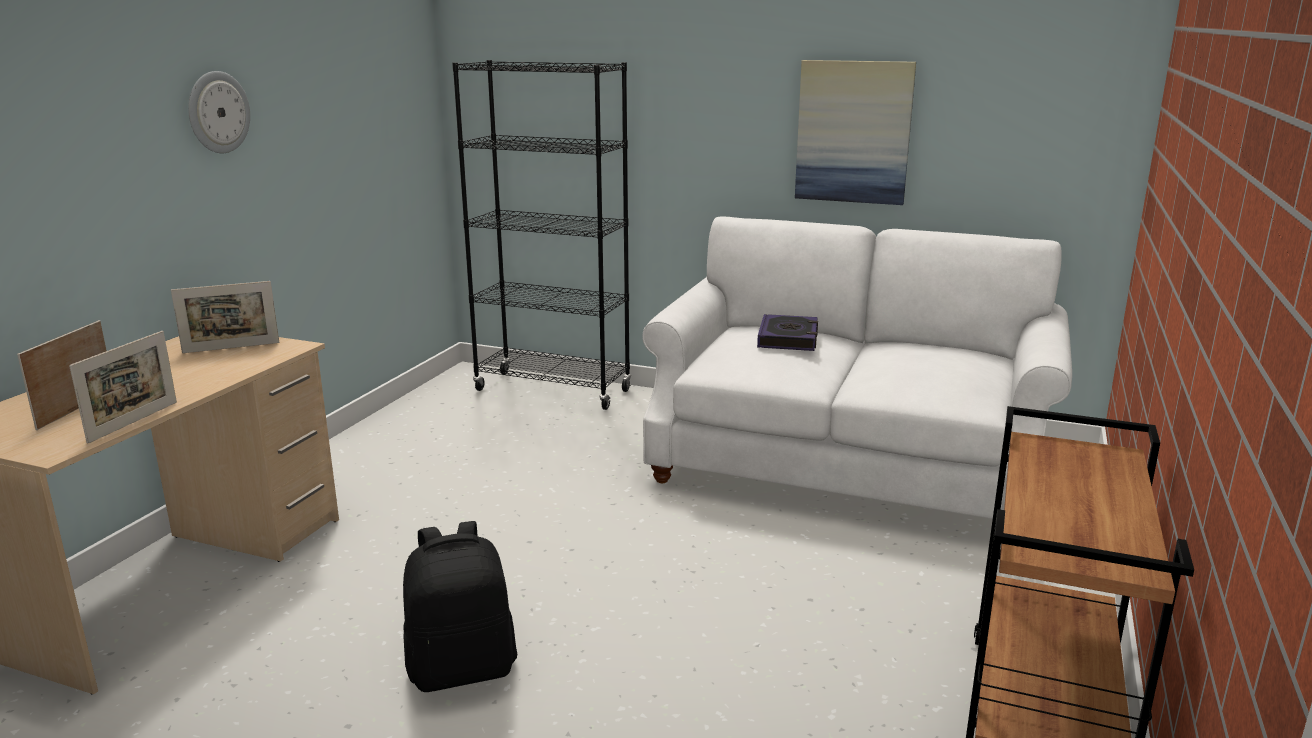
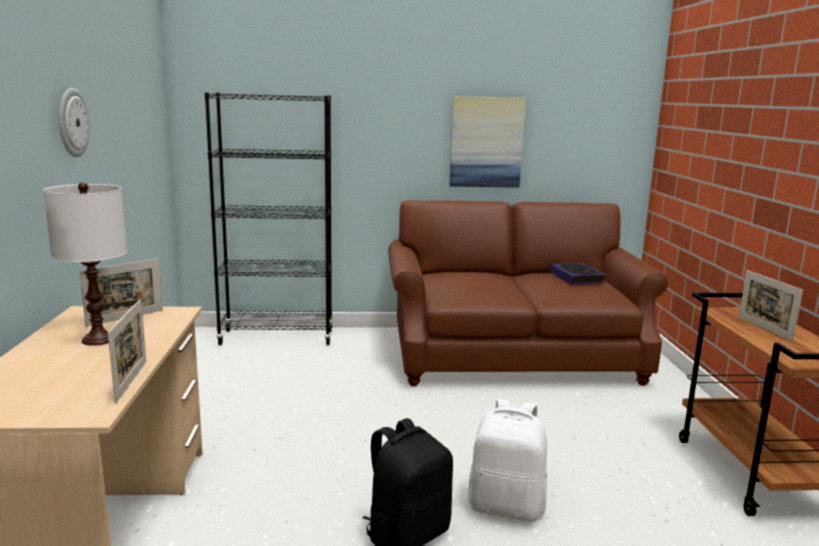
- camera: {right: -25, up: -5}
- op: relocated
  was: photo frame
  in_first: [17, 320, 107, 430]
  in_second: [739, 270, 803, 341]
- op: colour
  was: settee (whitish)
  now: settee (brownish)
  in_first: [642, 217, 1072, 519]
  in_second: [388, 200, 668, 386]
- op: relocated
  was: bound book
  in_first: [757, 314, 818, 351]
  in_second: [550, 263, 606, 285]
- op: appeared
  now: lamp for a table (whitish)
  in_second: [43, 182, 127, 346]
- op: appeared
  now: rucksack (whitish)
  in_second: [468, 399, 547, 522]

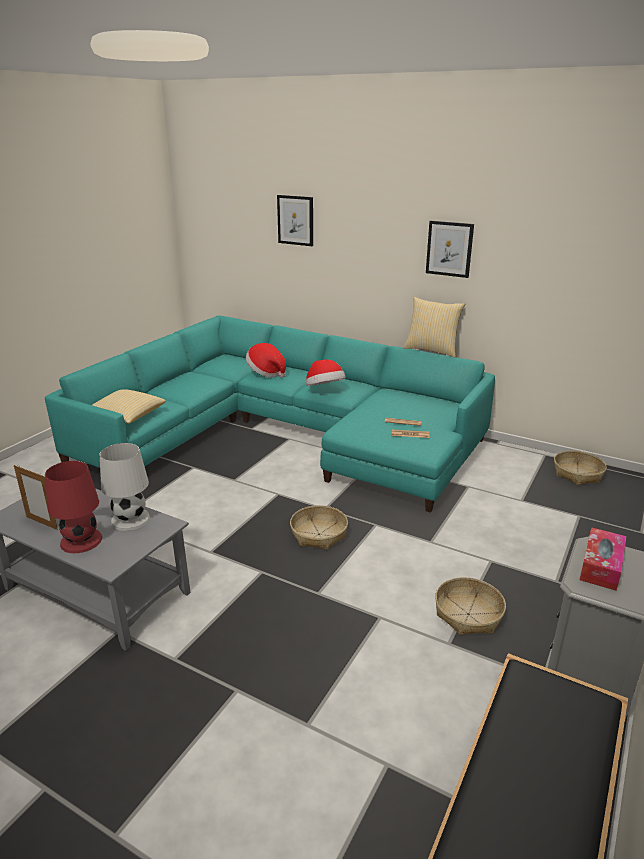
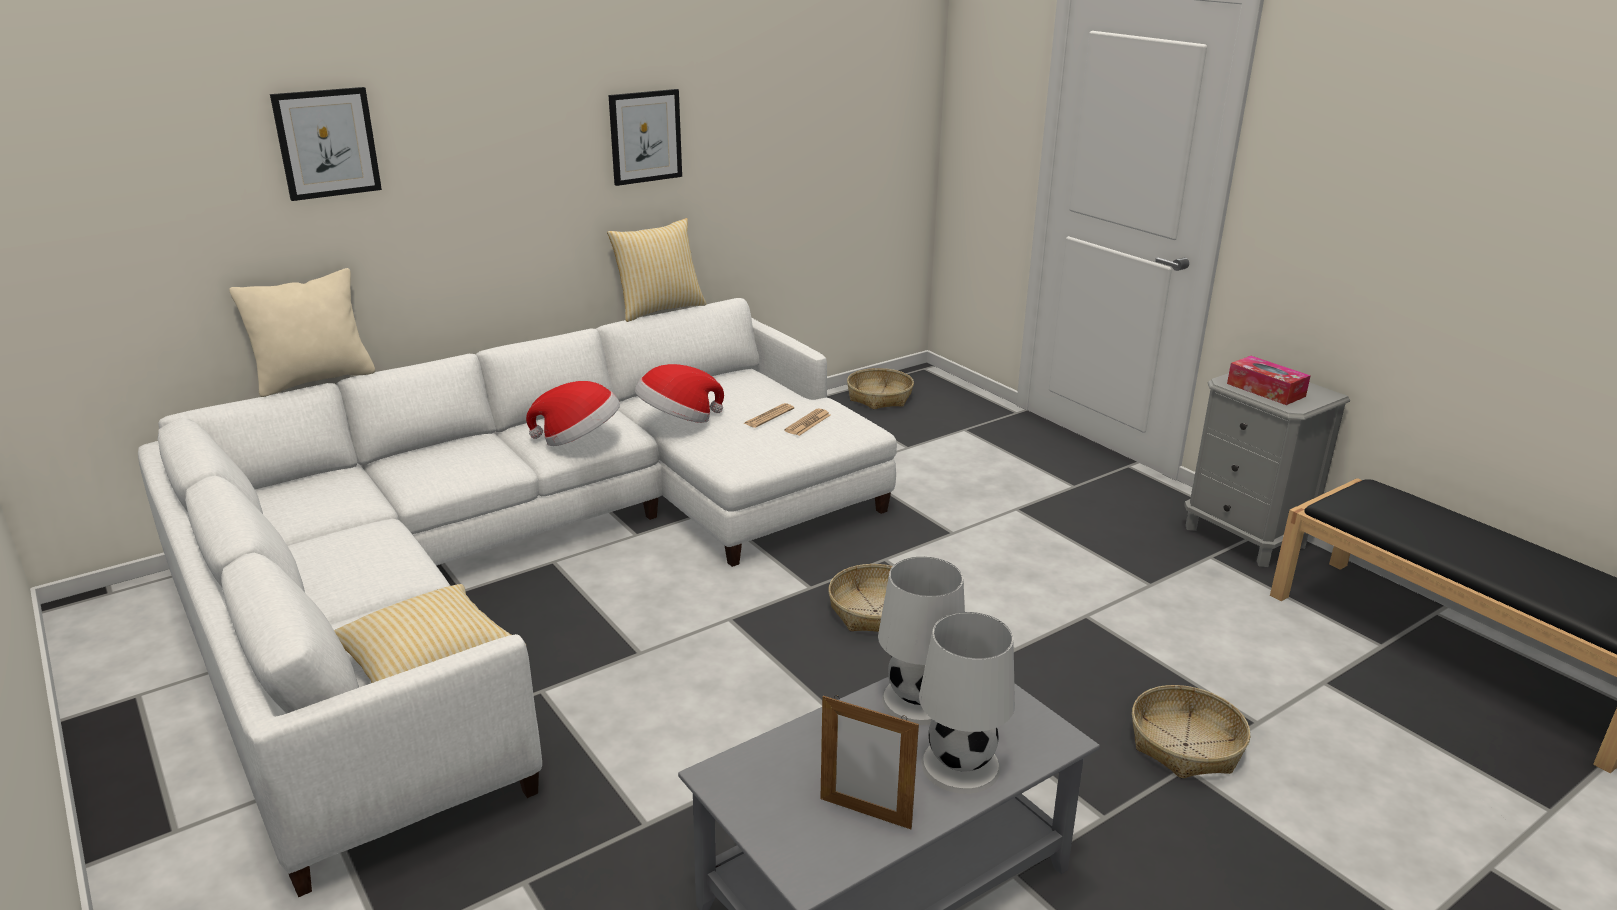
- camera: {right: -65, up: 0}
- op: spun
  was: photo frame
  in_first: [14, 465, 58, 530]
  in_second: [820, 695, 919, 829]
  clockwise: 60
- op: colour
  was: settee (blue-green)
  now: settee (whitish)
  in_first: [45, 315, 495, 513]
  in_second: [138, 298, 897, 897]
- op: colour
  was: lamp for a table (red-coloured)
  now: lamp for a table (whitish)
  in_first: [45, 461, 102, 553]
  in_second: [919, 612, 1015, 794]
- op: relocated
  was: clothing hat
  in_first: [246, 343, 286, 378]
  in_second: [635, 364, 724, 423]
- op: relocated
  was: household basket
  in_first: [435, 577, 506, 635]
  in_second: [1132, 685, 1250, 778]
- op: appeared
  now: cushion (sand-coloured)
  in_second: [229, 268, 375, 397]

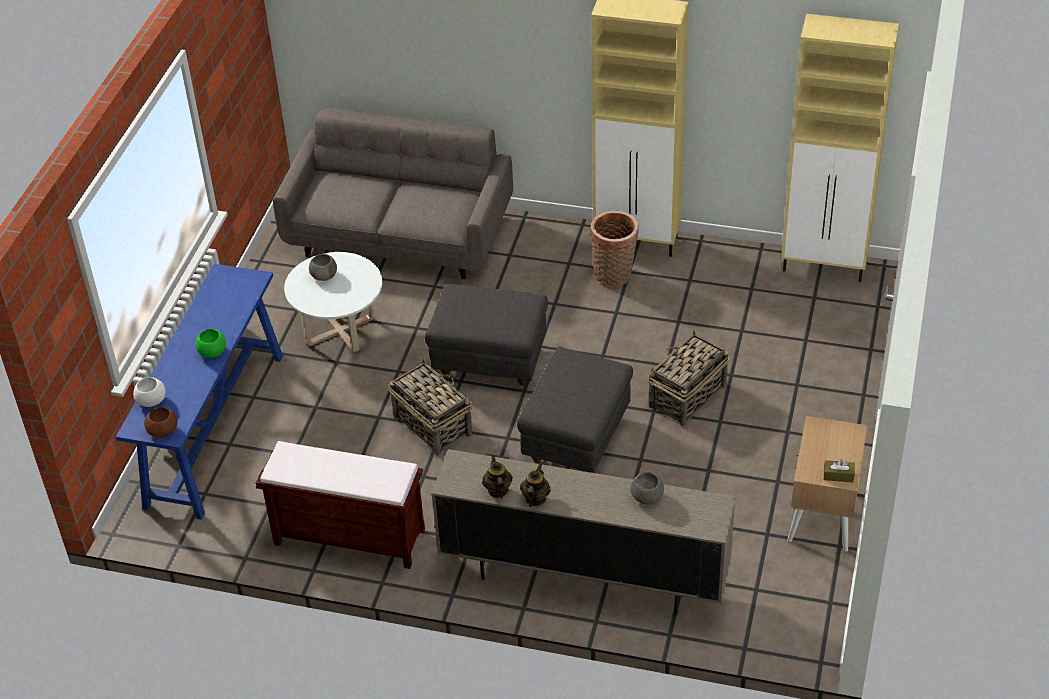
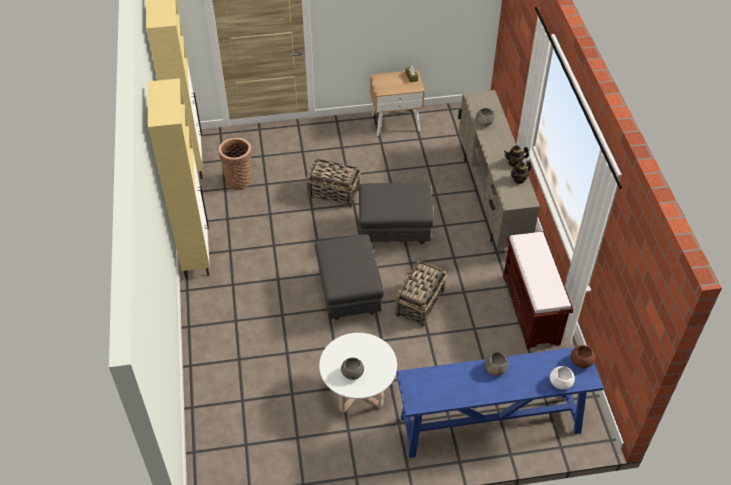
- camera: {right: -115, up: 5}
- op: colour
  was: deep dish (greenish)
  now: deep dish (gray)
  in_first: [195, 329, 226, 358]
  in_second: [484, 352, 509, 376]
- op: missing
  was: settee (gray)
  in_first: [273, 108, 513, 279]
- op: relocated
  was: household basket
  in_first: [590, 211, 639, 287]
  in_second: [219, 138, 252, 191]

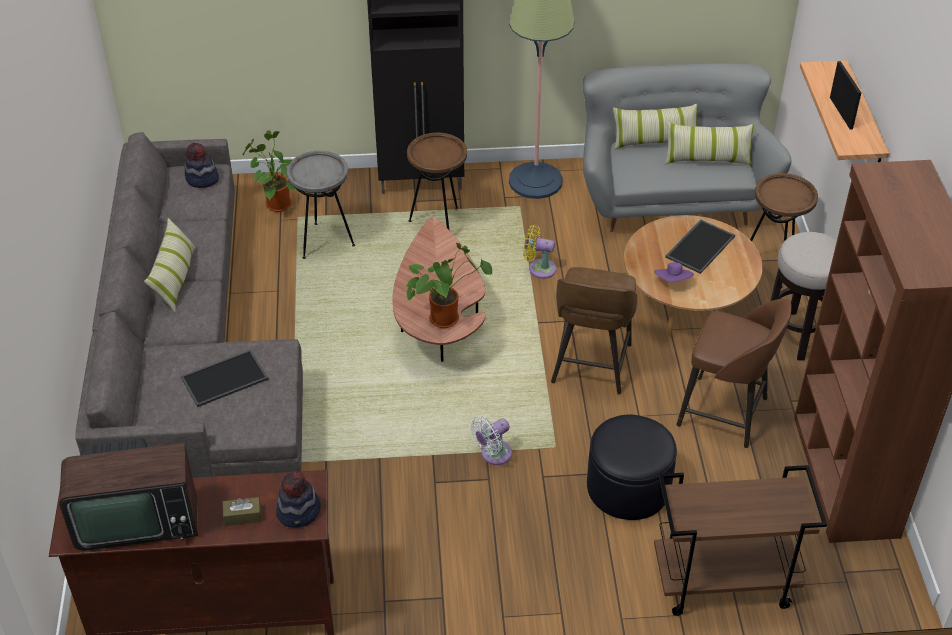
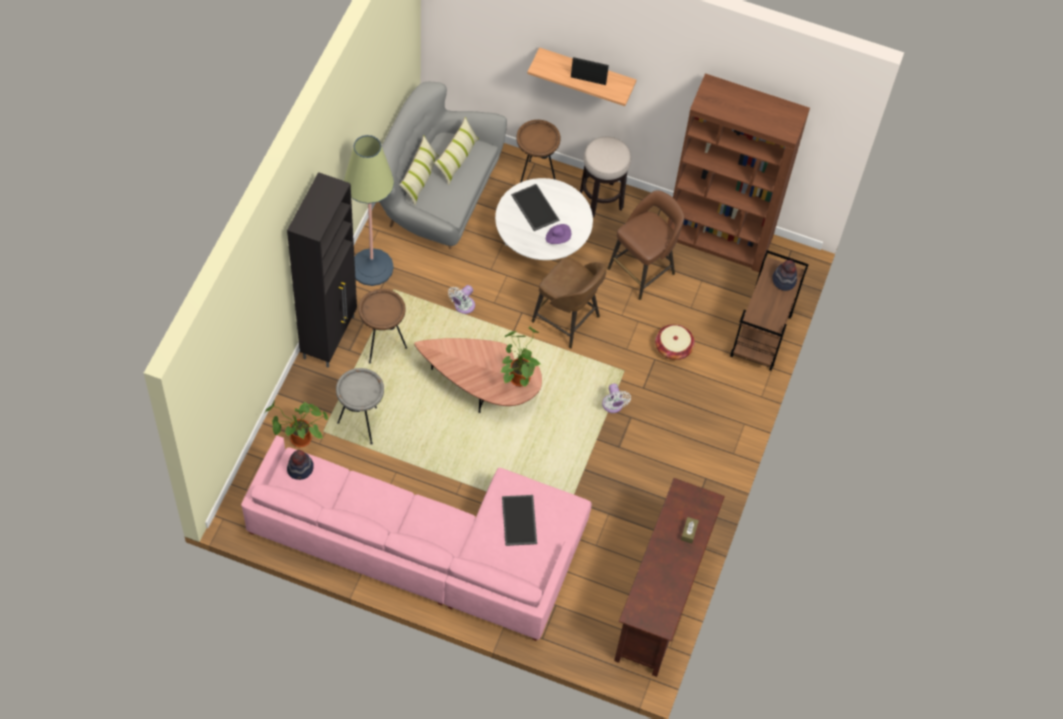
- camera: {right: -70, up: 15}
- op: missing
  was: TV set
  in_first: [59, 437, 198, 551]
- op: colour
  was: settee (gray)
  now: settee (pinkish)
  in_first: [75, 132, 303, 478]
  in_second: [241, 436, 592, 641]
- op: missing
  was: cushion
  in_first: [144, 218, 196, 312]
- op: relocated
  was: clothing hat
  in_first: [276, 471, 321, 528]
  in_second: [772, 260, 797, 291]
- op: colour
  was: fan (yellow-coloured)
  now: fan (whitish)
  in_first: [523, 225, 556, 279]
  in_second: [448, 285, 475, 314]
- op: exchanged
  was: ottoman (black-coloured)
  now: household basket
  in_first: [587, 415, 677, 520]
  in_second: [655, 324, 695, 360]
- op: colour
  was: coffee table (brownish)
  now: coffee table (whitish)
  in_first: [624, 215, 763, 337]
  in_second: [495, 178, 593, 260]

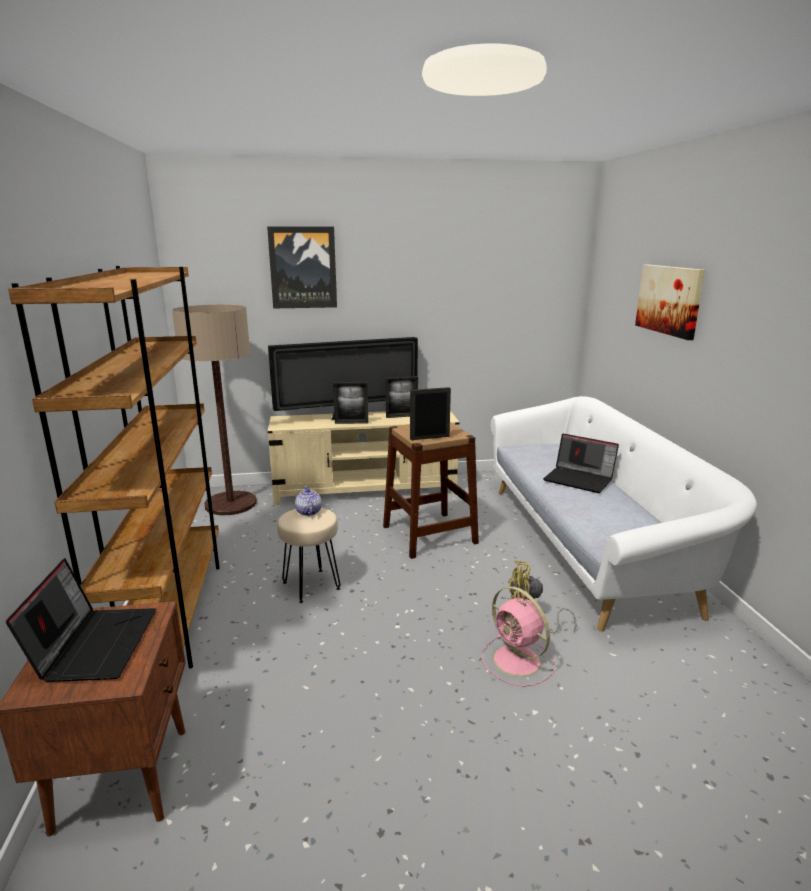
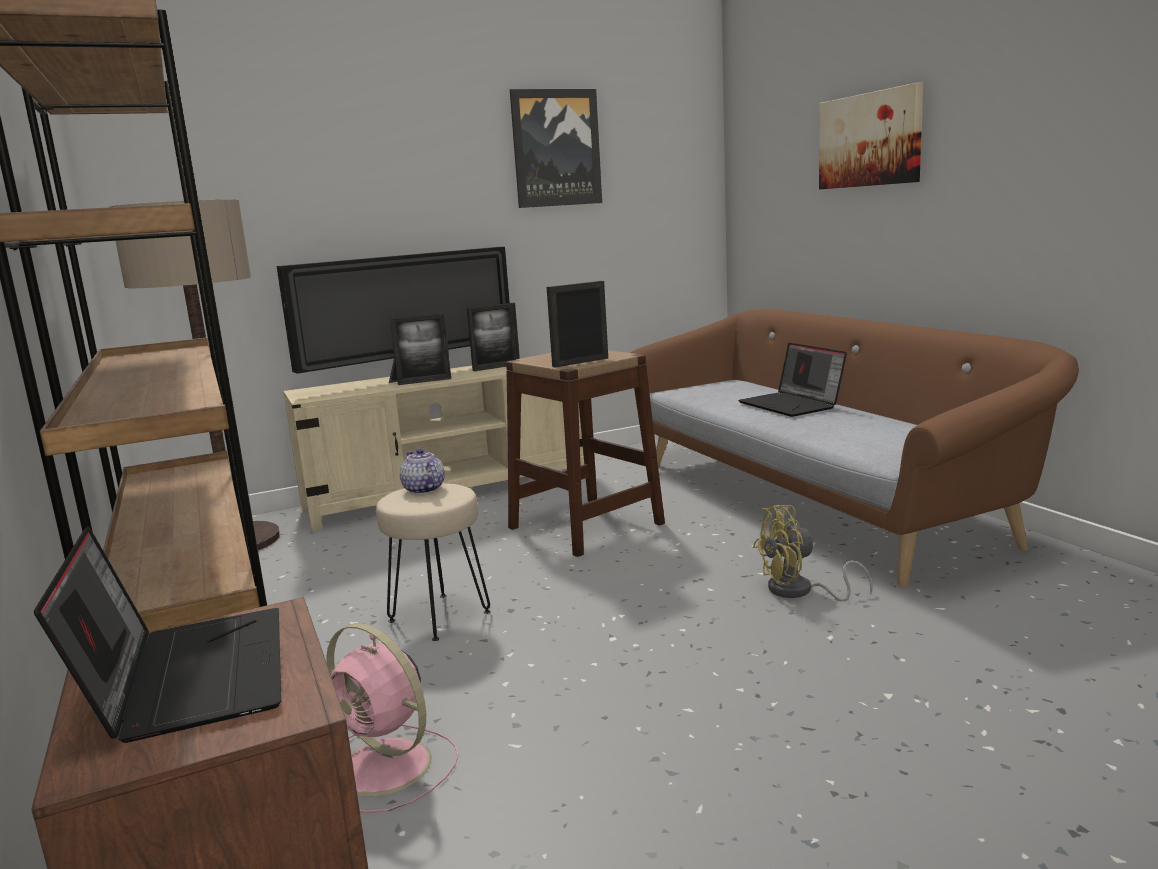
- camera: {right: -15, up: -5}
- op: relocated
  was: wall art
  in_first: [267, 227, 337, 308]
  in_second: [510, 89, 602, 208]
- op: relocated
  was: fan (pinkish)
  in_first: [482, 586, 556, 687]
  in_second: [326, 623, 458, 813]
- op: colour
  was: settee (whitish)
  now: settee (brownish)
  in_first: [491, 396, 757, 632]
  in_second: [630, 309, 1079, 587]
- op: spun
  was: notebook computer
  in_first: [543, 434, 619, 493]
  in_second: [738, 343, 847, 417]
  clockwise: 45

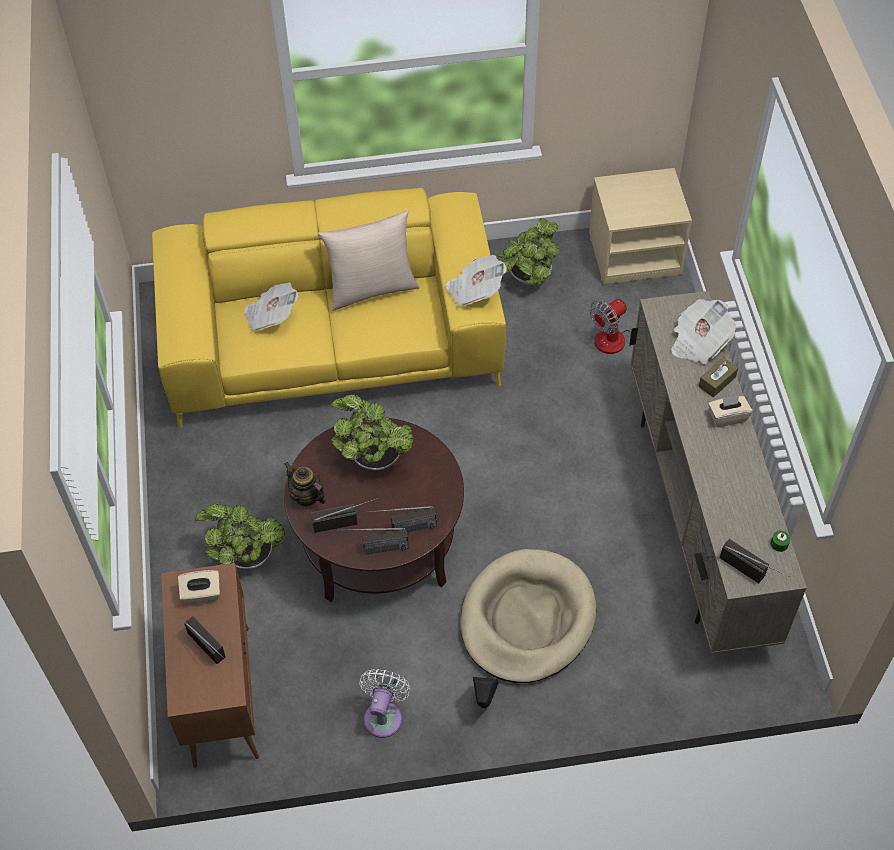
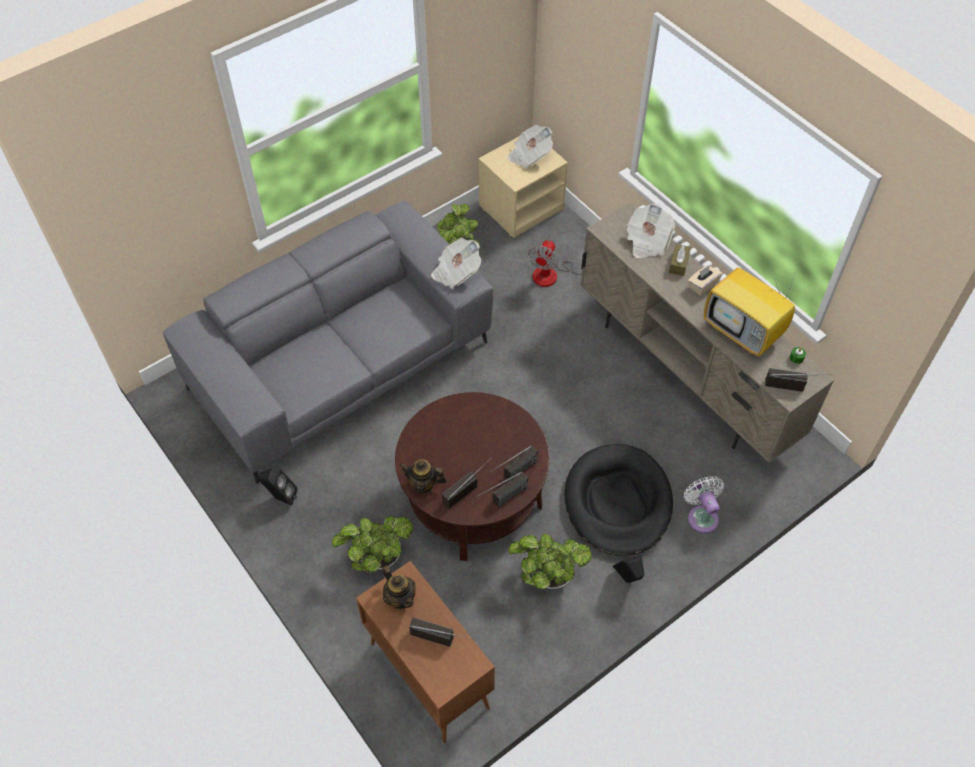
- camera: {right: -30, up: 0}
- op: colour
  was: settee (yellow-coloured)
  now: settee (gray)
  in_first: [152, 188, 506, 428]
  in_second: [163, 201, 493, 484]
- op: exchanged
  was: tissue box (sand-coloured)
  now: tea pot
  in_first: [178, 570, 220, 603]
  in_second: [382, 566, 416, 609]
- op: relocated
  was: daily paper
  in_first: [244, 283, 298, 331]
  in_second: [507, 125, 553, 169]
- op: missing
  was: cushion (sand-coloured)
  in_first: [318, 210, 420, 311]
- op: relocated
  was: houseplant
  in_first: [330, 395, 413, 470]
  in_second: [508, 533, 592, 589]
- op: relocated
  was: fan (whitish)
  in_first: [359, 669, 411, 738]
  in_second: [684, 476, 724, 533]
- op: colour
  was: dog bed (sand-coloured)
  now: dog bed (black-coloured)
  in_first: [461, 549, 596, 683]
  in_second: [564, 444, 673, 556]
- op: appeared
  now: speaker (black-coloured)
  in_second: [258, 467, 298, 506]
- op: appeared
  now: TV set
  in_second: [704, 266, 796, 357]

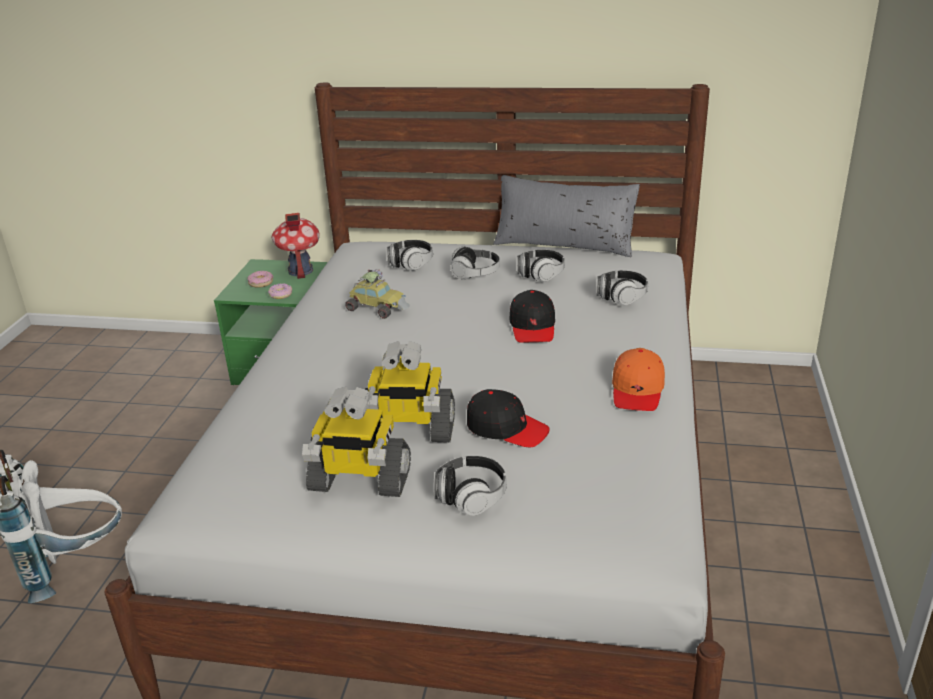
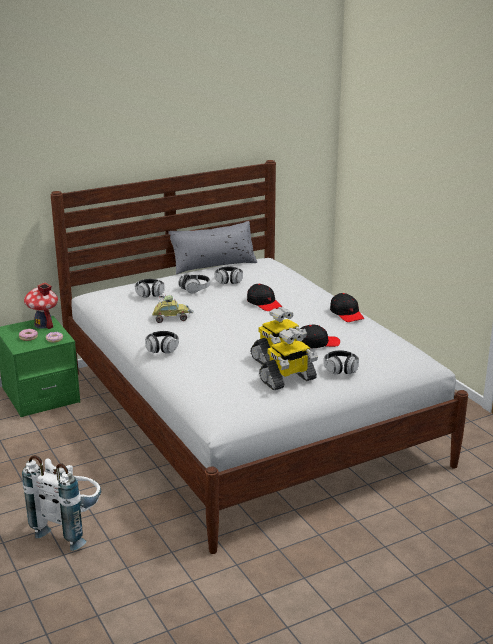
- camera: {right: -40, up: -5}
- op: relocated
  was: headset
  in_first: [596, 270, 648, 306]
  in_second: [145, 331, 179, 354]
- op: colour
  was: baseball cap (orange-coloured)
  now: baseball cap (black-coloured)
  in_first: [612, 348, 665, 411]
  in_second: [330, 293, 364, 322]

